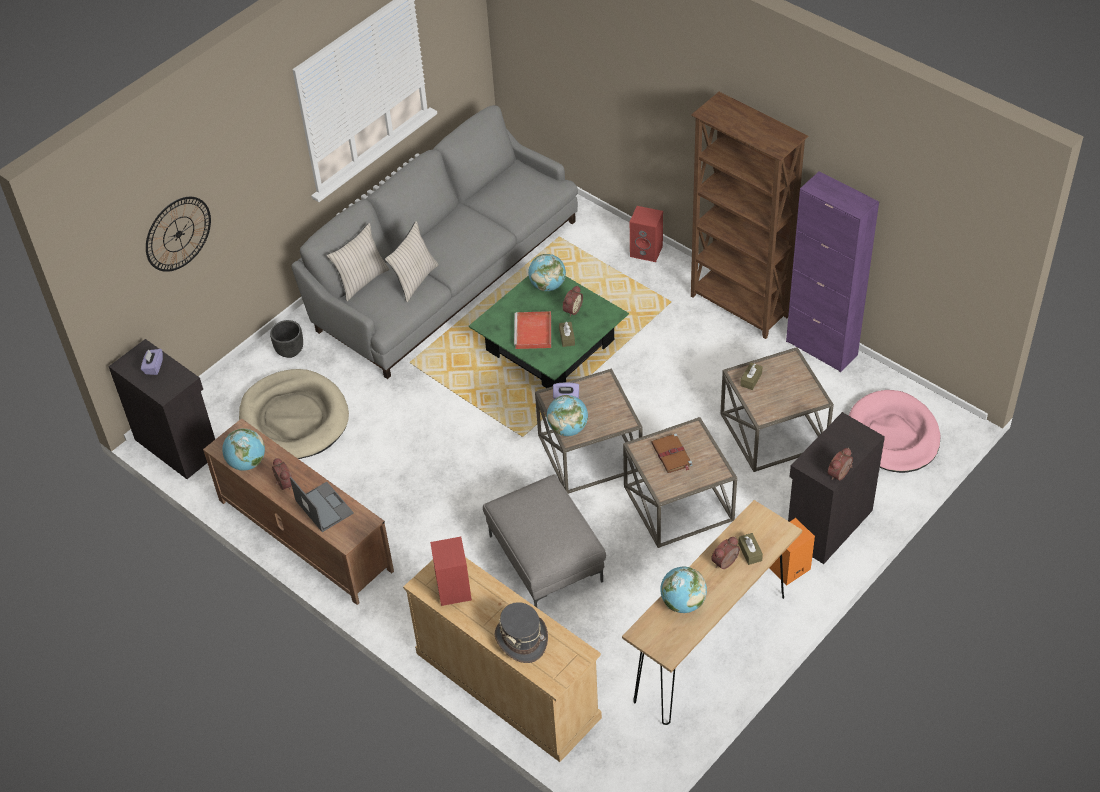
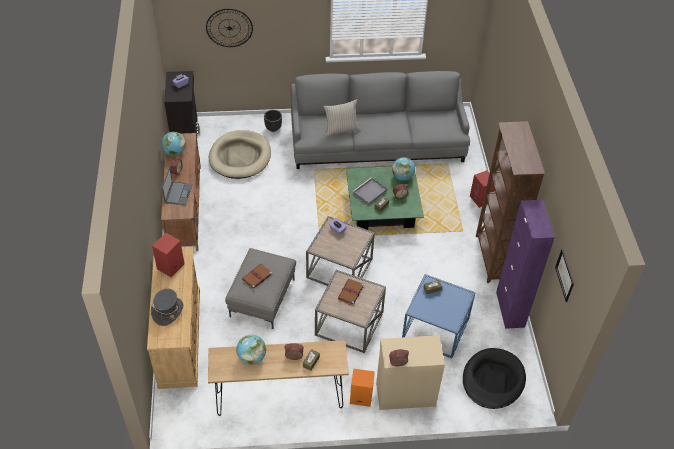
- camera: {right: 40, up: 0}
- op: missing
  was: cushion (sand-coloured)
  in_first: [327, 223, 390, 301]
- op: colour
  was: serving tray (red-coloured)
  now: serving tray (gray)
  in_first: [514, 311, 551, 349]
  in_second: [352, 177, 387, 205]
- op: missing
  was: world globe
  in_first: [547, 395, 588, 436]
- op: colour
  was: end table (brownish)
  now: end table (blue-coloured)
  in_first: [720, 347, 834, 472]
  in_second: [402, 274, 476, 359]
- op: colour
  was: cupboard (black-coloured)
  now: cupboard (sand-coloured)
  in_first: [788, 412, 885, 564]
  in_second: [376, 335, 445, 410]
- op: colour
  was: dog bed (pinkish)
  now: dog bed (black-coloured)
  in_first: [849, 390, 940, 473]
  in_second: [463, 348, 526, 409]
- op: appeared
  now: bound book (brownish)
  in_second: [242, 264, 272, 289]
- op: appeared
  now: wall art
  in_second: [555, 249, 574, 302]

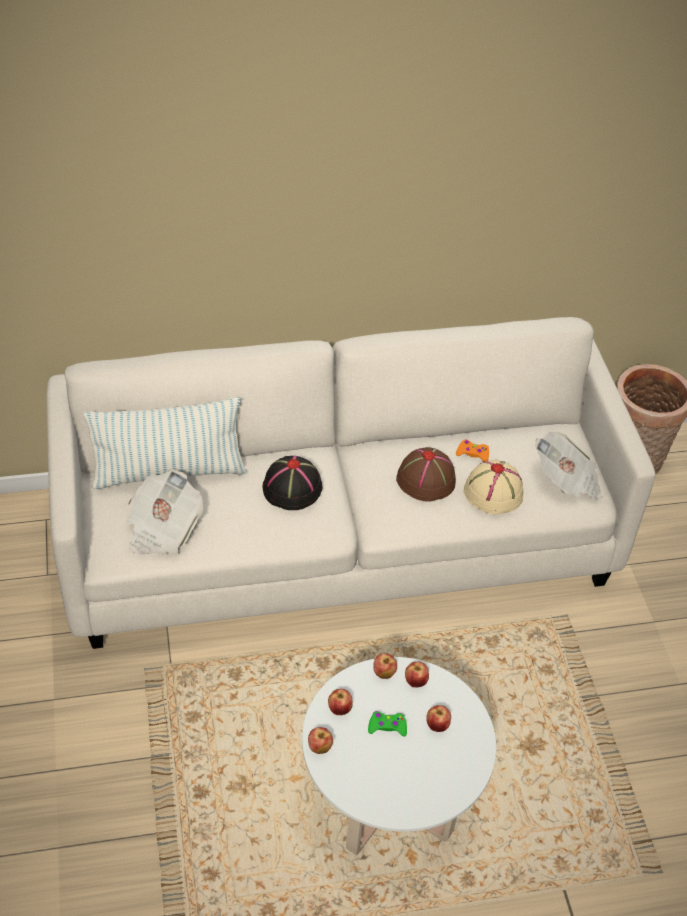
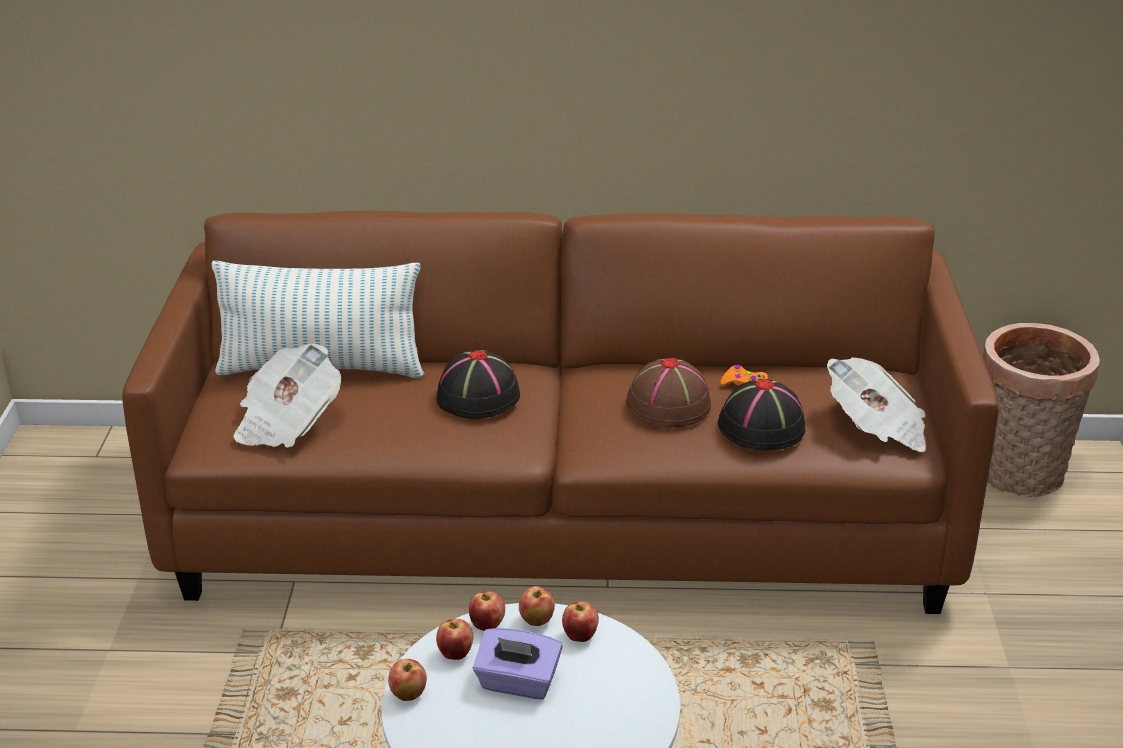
- camera: {right: 15, up: -15}
- op: colour
  was: settee (whitish)
  now: settee (brownish)
  in_first: [46, 317, 655, 649]
  in_second: [122, 211, 999, 614]
- op: exchanged
  was: game controller (greenish)
  now: tissue box (purple-coloured)
  in_first: [368, 711, 407, 736]
  in_second: [473, 628, 563, 700]
- op: relocated
  was: whole apple
  in_first: [426, 705, 451, 732]
  in_second: [469, 591, 505, 631]
- op: colour
  was: clothing hat (sand-coloured)
  now: clothing hat (black-coloured)
  in_first: [464, 460, 524, 515]
  in_second: [717, 379, 805, 451]

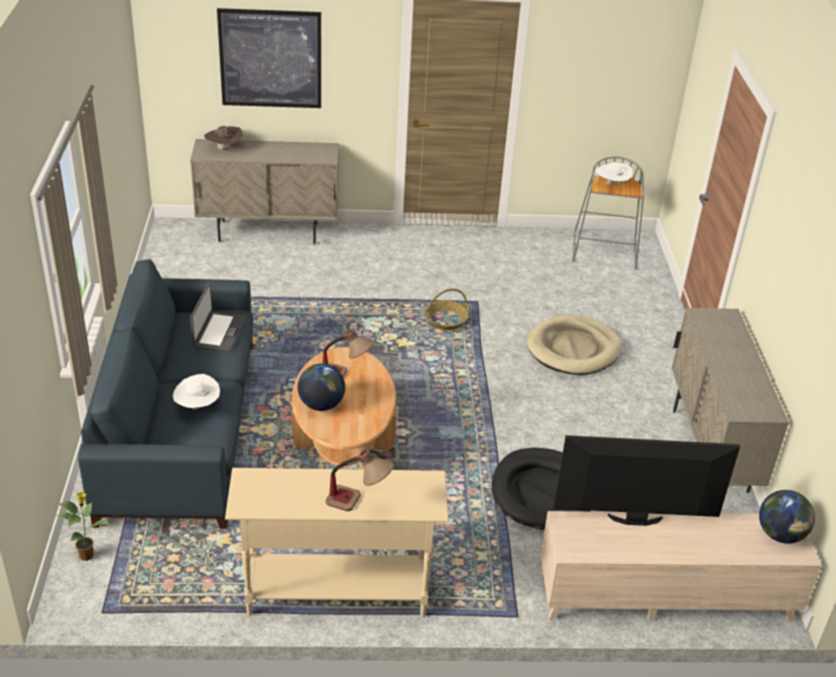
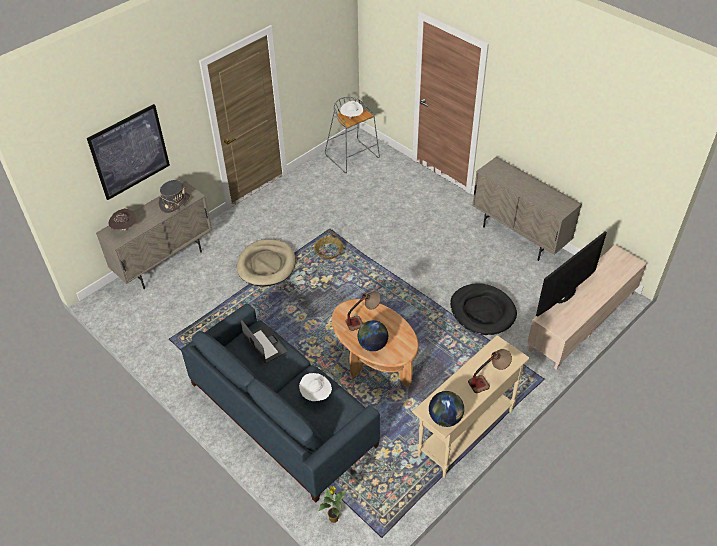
- camera: {right: -40, up: 10}
- op: relocated
  was: dog bed (sand-coloured)
  in_first: [527, 315, 622, 375]
  in_second: [237, 239, 295, 286]
- op: relocated
  was: world globe
  in_first: [759, 490, 815, 544]
  in_second: [429, 391, 464, 427]
- op: appeared
  now: clothing hat (gray)
  in_second: [159, 180, 190, 213]

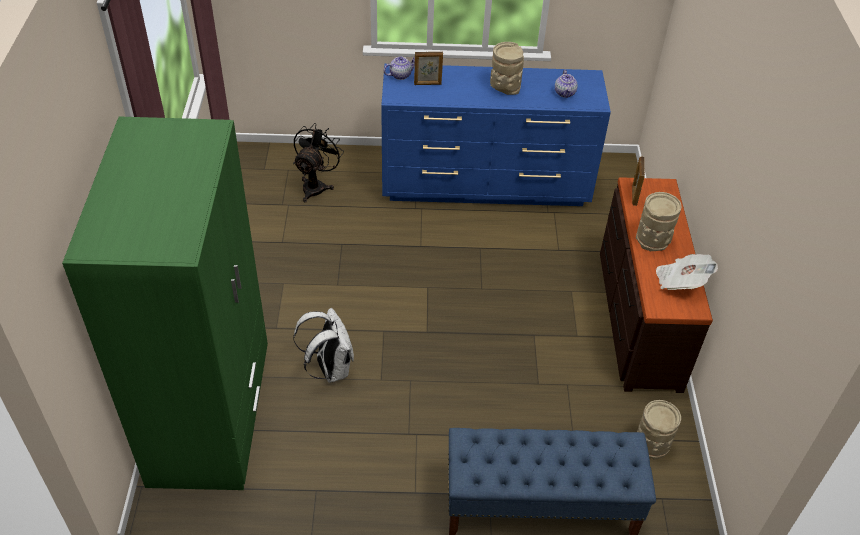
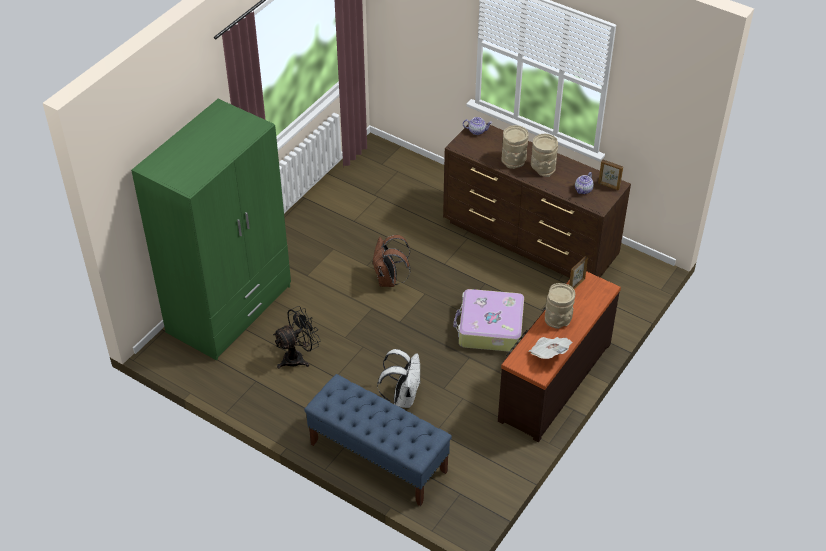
- camera: {right: 35, up: 0}
- op: relocated
  was: fan (black-coloured)
  in_first: [293, 123, 344, 203]
  in_second: [273, 306, 321, 369]
- op: relocated
  was: rucksack (whitish)
  in_first: [293, 308, 354, 383]
  in_second: [377, 349, 421, 408]
- op: colour
  was: dresser (blue-coloured)
  now: dresser (brownish)
  in_first: [381, 64, 611, 206]
  in_second: [443, 123, 631, 278]
- op: relocated
  was: photo frame
  in_first: [414, 52, 443, 85]
  in_second: [598, 159, 623, 191]
- op: relocated
  was: flower vase (sand-coloured)
  in_first: [637, 400, 681, 460]
  in_second: [501, 125, 529, 169]
- op: appeared
  now: rucksack (brownish)
  in_second: [372, 235, 410, 287]
- op: appeared
  now: piece of luggage
  in_second: [453, 289, 524, 352]

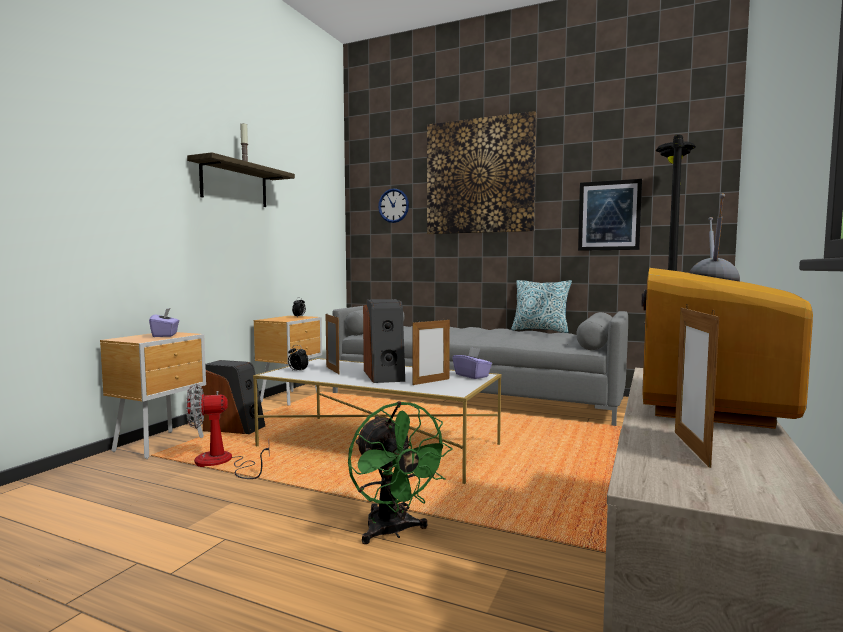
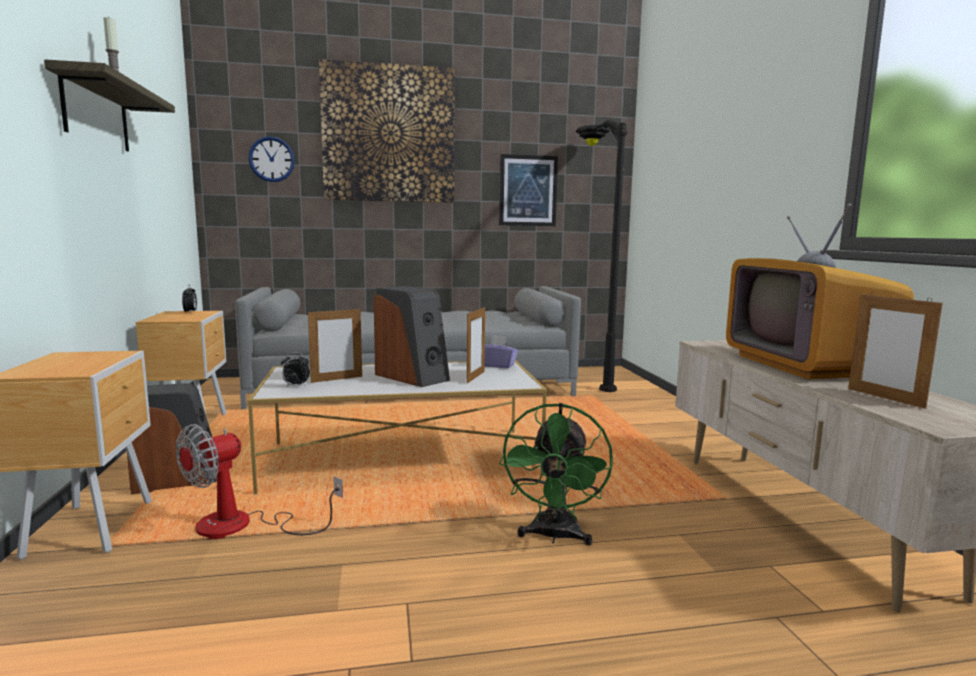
- camera: {right: -35, up: 5}
- op: missing
  was: tissue box (purple-coloured)
  in_first: [149, 308, 179, 337]
- op: spun
  was: photo frame
  in_first: [326, 313, 339, 374]
  in_second: [308, 307, 362, 383]
  clockwise: 120
- op: spun
  was: fan (greenish)
  in_first: [348, 401, 453, 544]
  in_second: [499, 403, 613, 546]
  clockwise: 75
- op: missing
  was: cushion
  in_first: [511, 280, 572, 333]

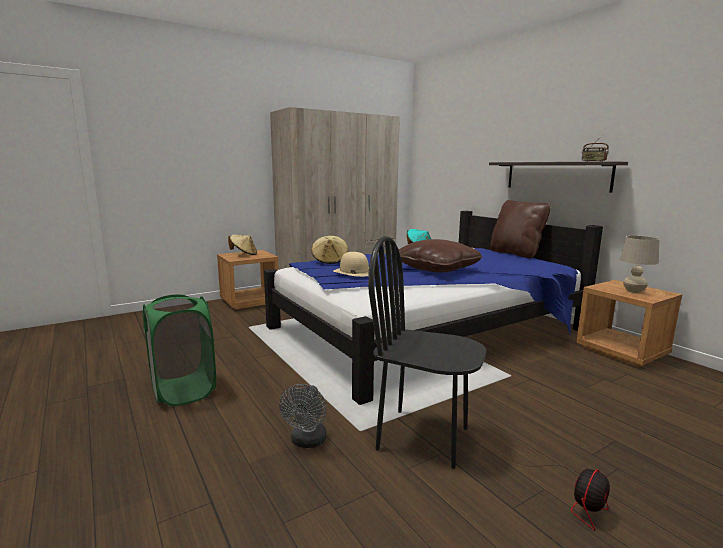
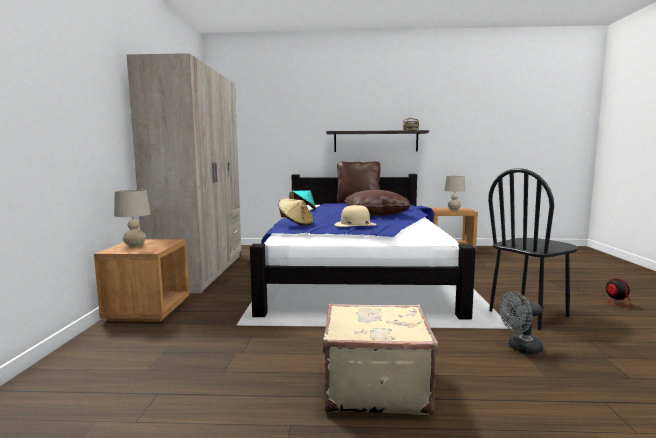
- camera: {right: -55, up: -5}
- op: exchanged
  was: laundry basket (greenish)
  now: piece of luggage (sand-coloured)
  in_first: [143, 294, 216, 406]
  in_second: [323, 304, 438, 415]
- op: exchanged
  was: clothing hat (sand-coloured)
  now: lamp for a table (sand-coloured)
  in_first: [228, 234, 257, 255]
  in_second: [114, 190, 151, 247]
- op: spun
  was: fan (gray)
  in_first: [279, 384, 327, 448]
  in_second: [499, 291, 543, 354]
  clockwise: 120

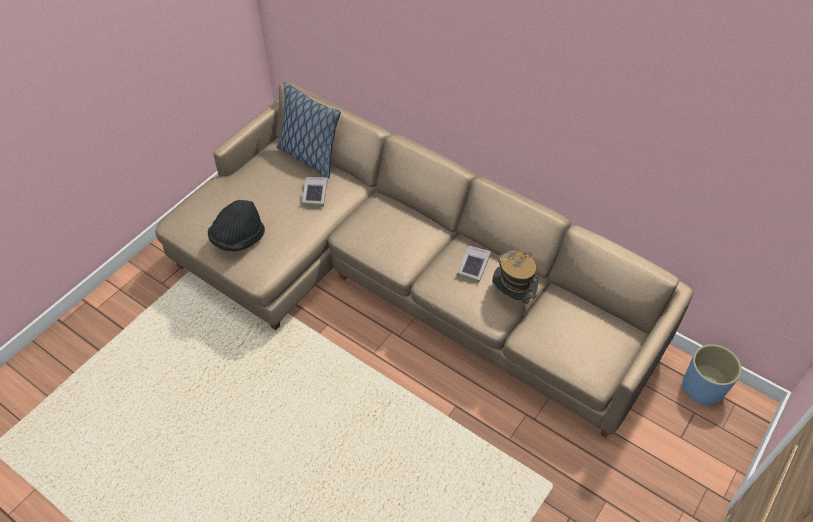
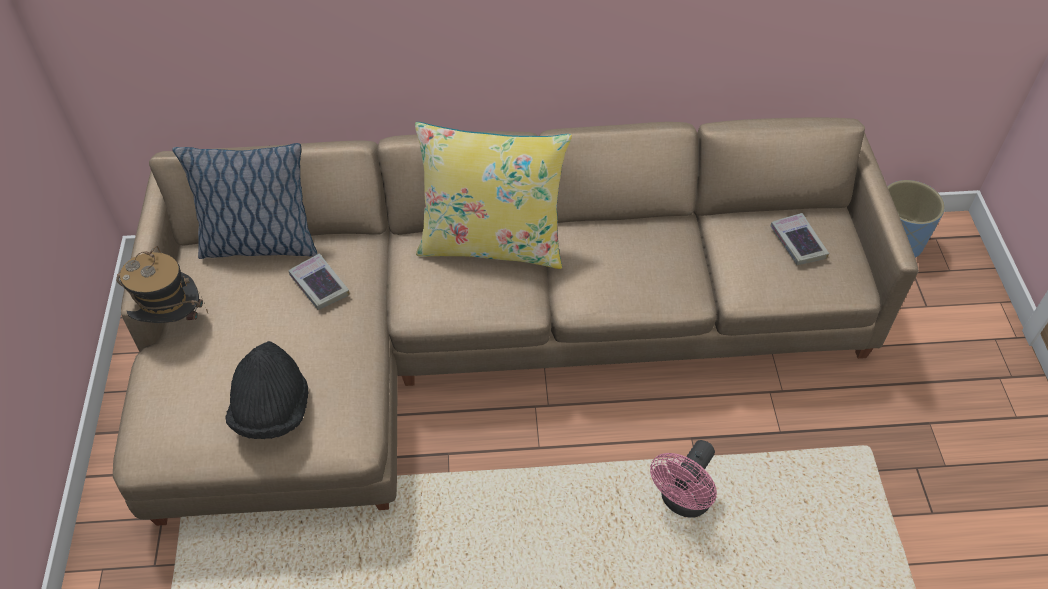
- camera: {right: -40, up: 0}
- op: relocated
  was: bound book
  in_first: [457, 246, 491, 283]
  in_second: [770, 213, 829, 265]
- op: relocated
  was: clothing hat
  in_first: [492, 251, 538, 305]
  in_second: [116, 246, 208, 323]
- op: appeared
  now: cushion (yellow-coloured)
  in_second: [415, 122, 572, 269]
- op: appeared
  now: fan (pinkish)
  in_second: [650, 440, 717, 518]

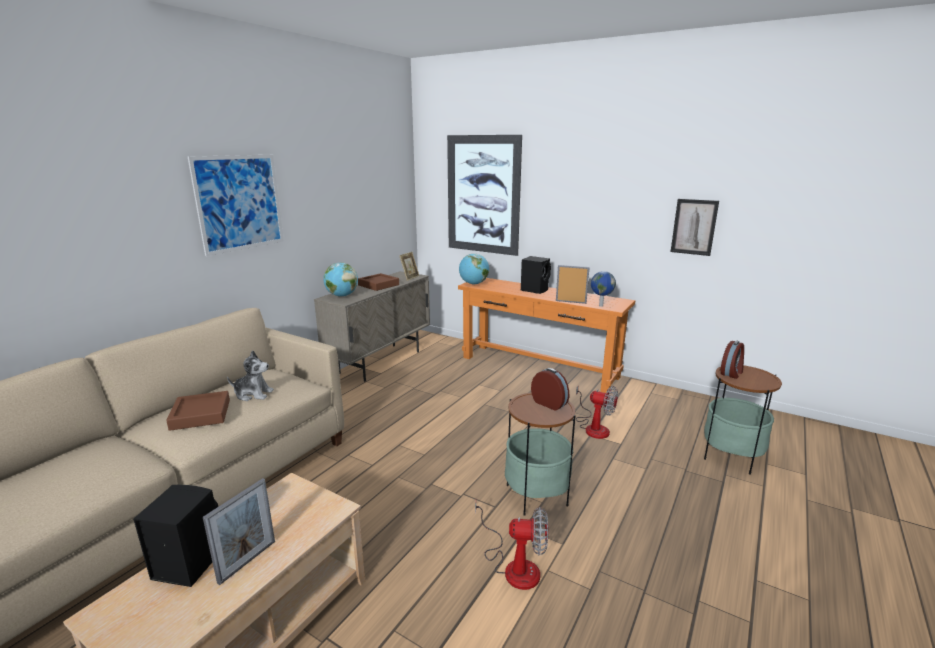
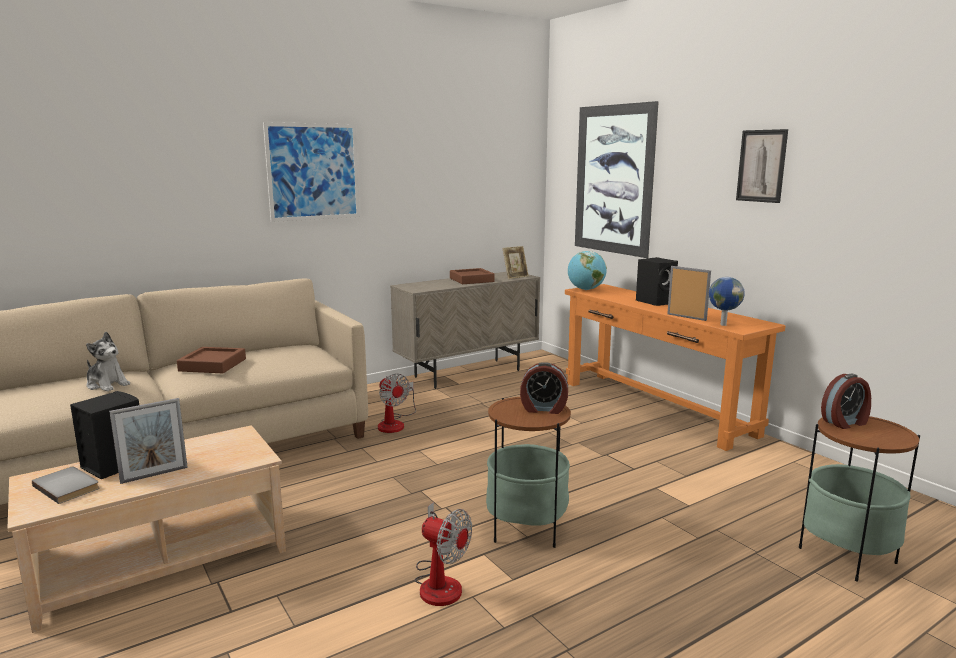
- camera: {right: 25, up: -5}
- op: relocated
  was: cuddly toy
  in_first: [227, 350, 274, 401]
  in_second: [86, 332, 130, 391]
- op: missing
  was: world globe
  in_first: [323, 262, 358, 297]
- op: spun
  was: table clock
  in_first: [531, 368, 569, 411]
  in_second: [520, 362, 568, 414]
  clockwise: 120
- op: relocated
  was: fan
  in_first: [576, 386, 618, 439]
  in_second: [378, 374, 416, 433]
- op: relocated
  was: wall art
  in_first: [671, 199, 719, 256]
  in_second: [736, 129, 788, 203]
- op: appeared
  now: bound book (gray)
  in_second: [32, 467, 99, 504]

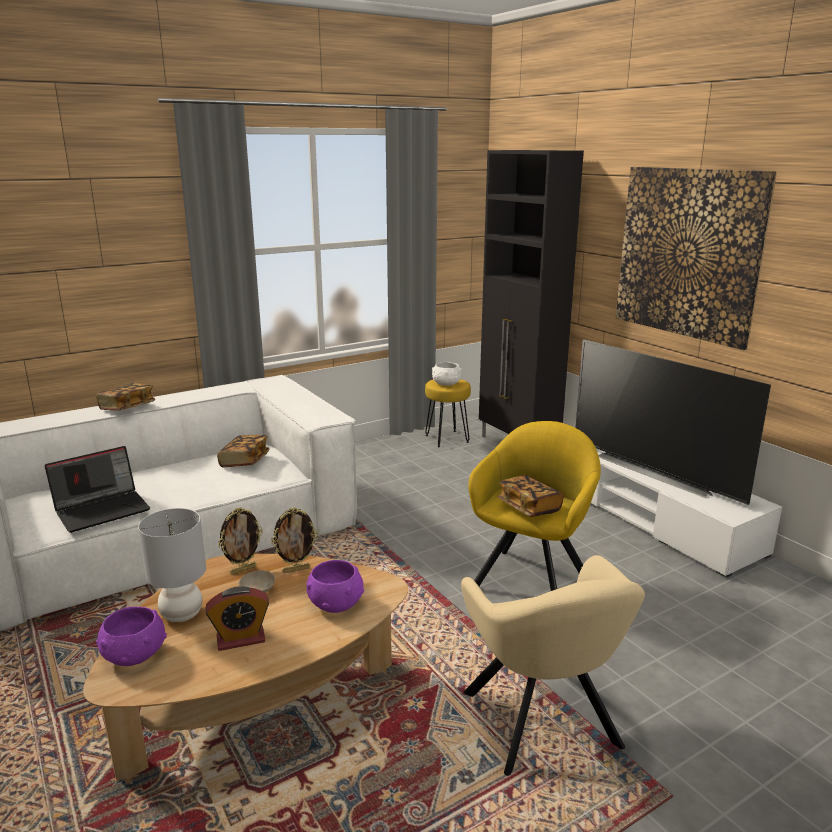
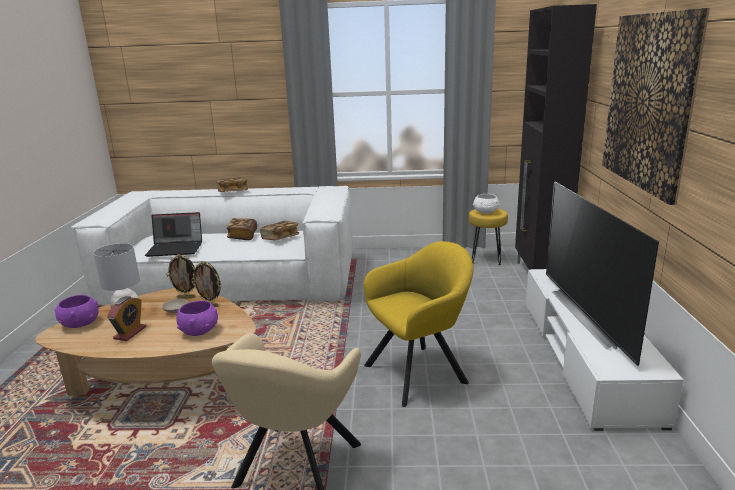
- camera: {right: 35, up: 0}
- op: spun
  was: table clock
  in_first: [206, 586, 269, 651]
  in_second: [107, 296, 146, 341]
  clockwise: -90
- op: relocated
  was: bound book
  in_first: [497, 475, 564, 517]
  in_second: [227, 218, 257, 240]

